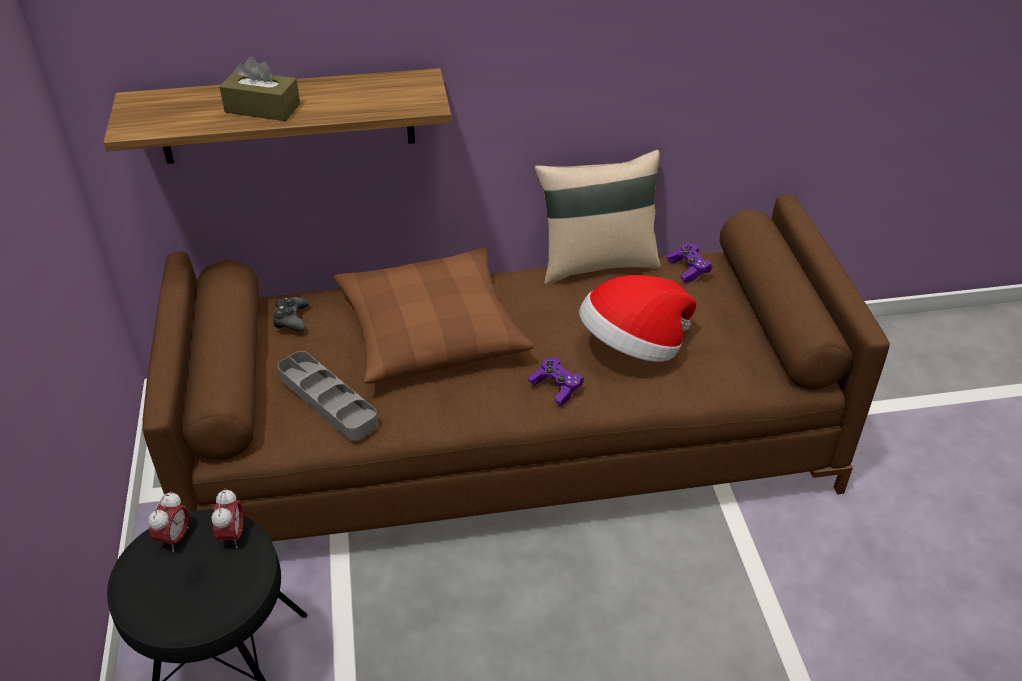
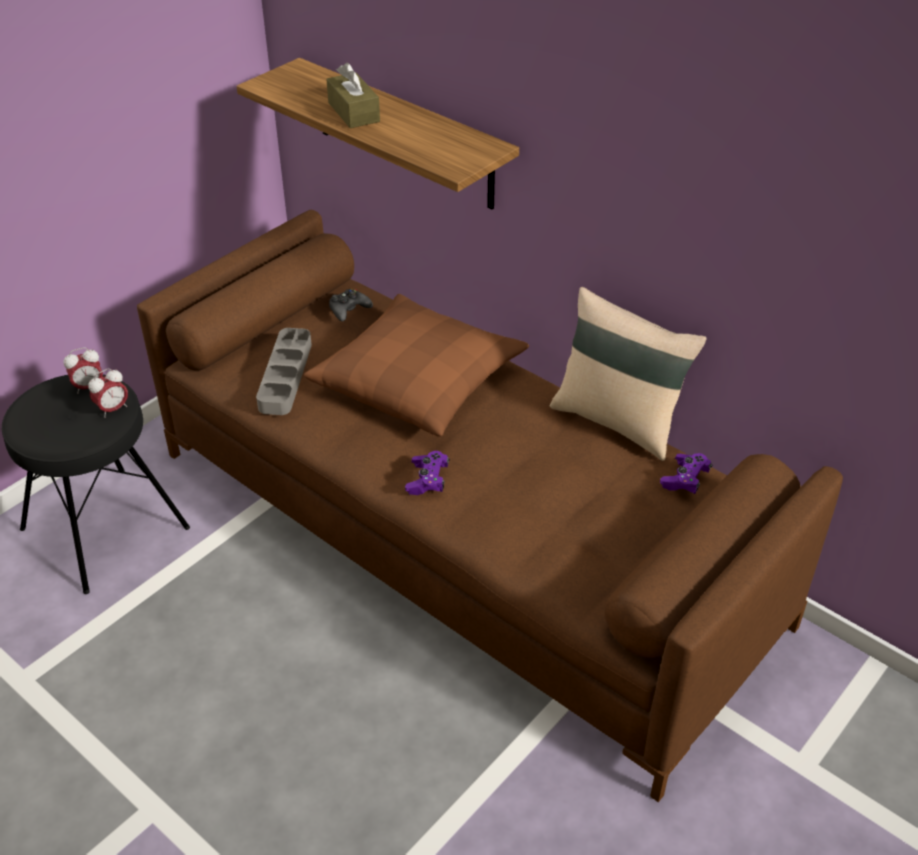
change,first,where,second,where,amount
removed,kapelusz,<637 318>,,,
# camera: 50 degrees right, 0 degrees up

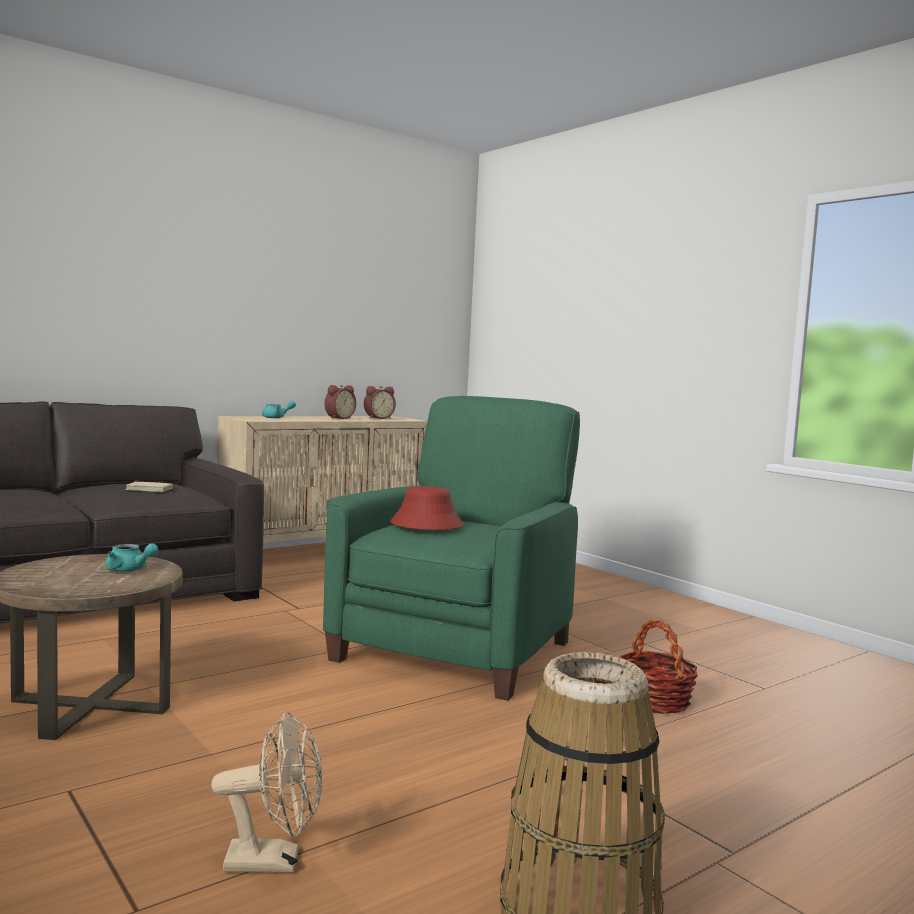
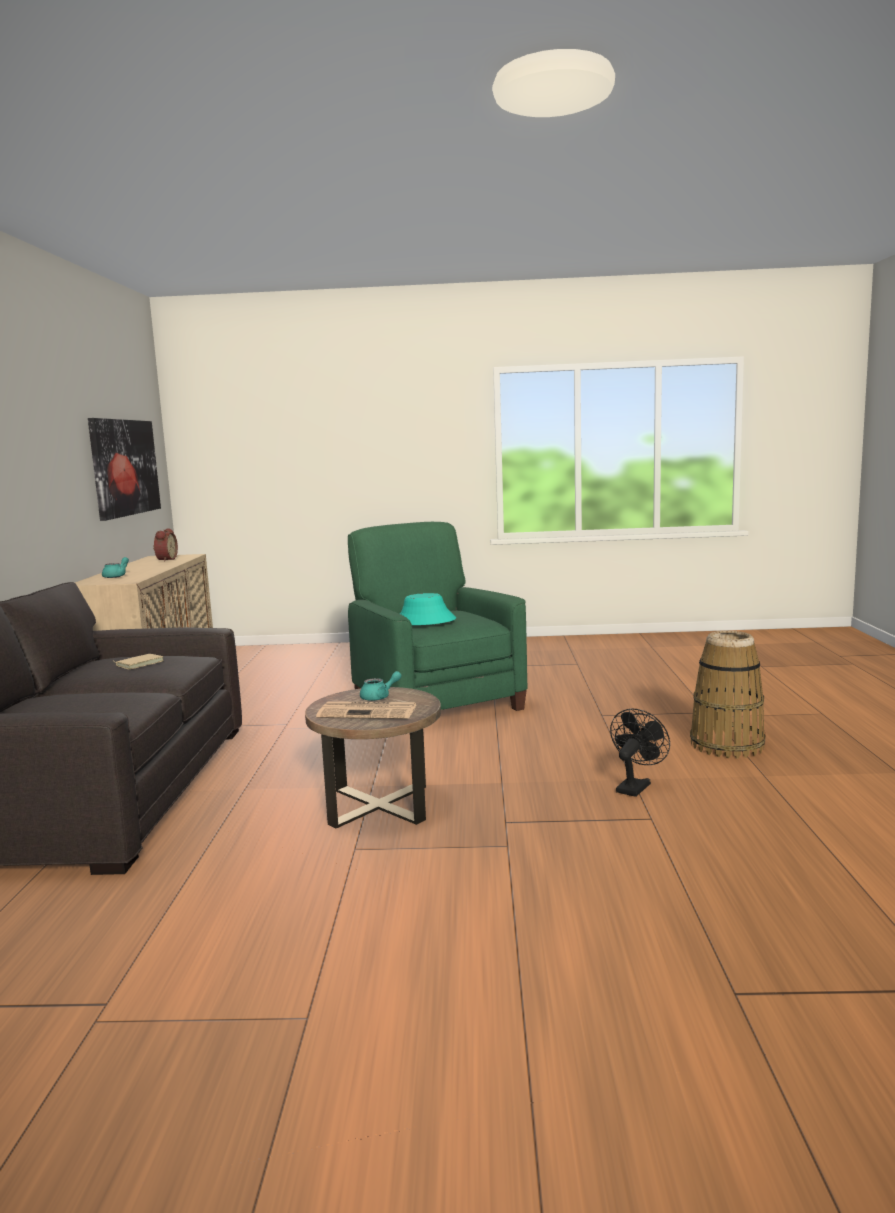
change,first,where,second,where,amount
recoloured,wentylator [beżowy],<266 792>,wentylator [czarny],<640 753>,
removed,budzik,<340 402>,,,
recoloured,kapelusz [czerwony],<427 508>,kapelusz [turkusowy],<428 609>,
removed,koszyk,<659 667>,,,
added,,,obraz,<124 469>,
added,,,gazeta,<366 710>,
# camera: 50 degrees left, 5 degrees up

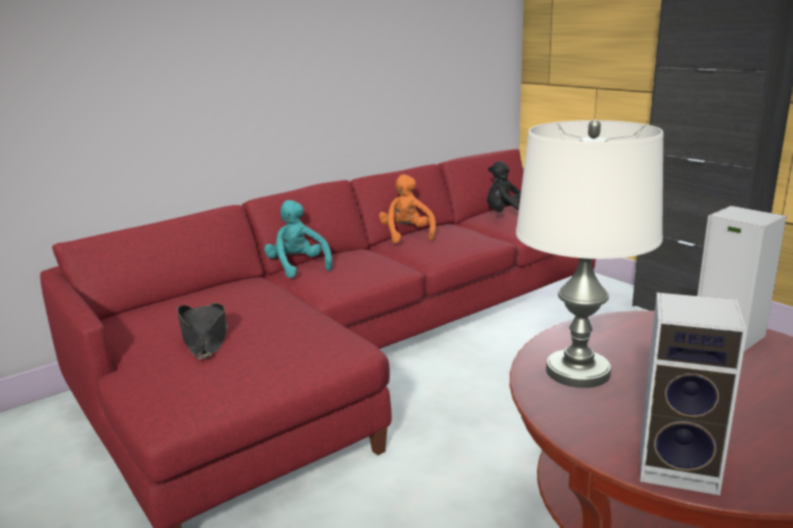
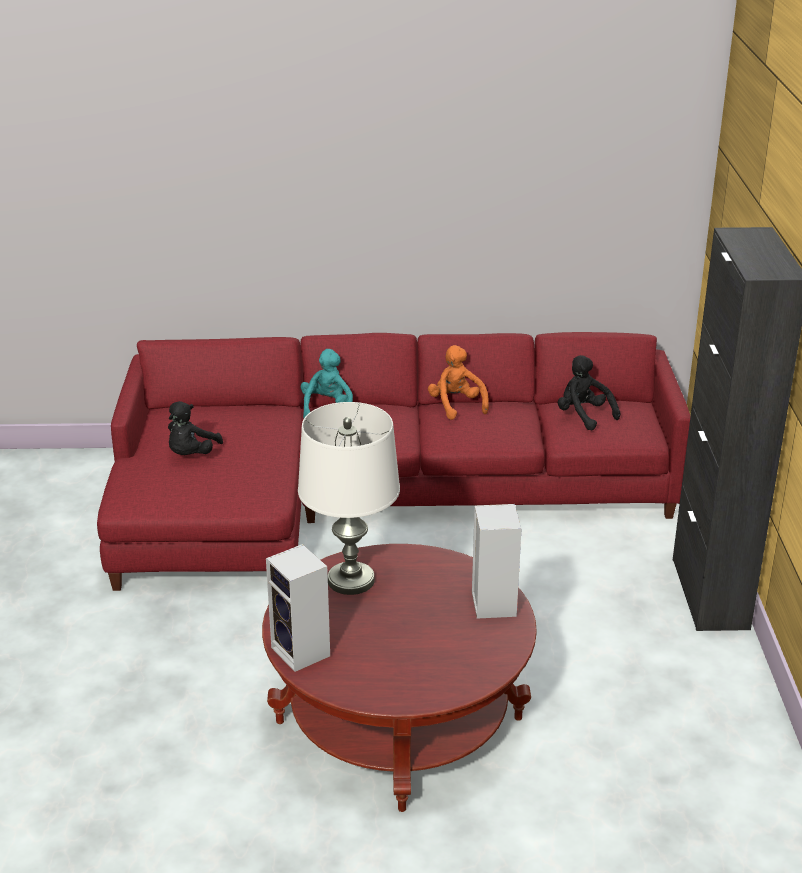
change,first,where,second,where,amount
replaced,kapelusz [czarny],<202 331>,pluszak [czarny],<195 428>,
turned,pluszak [pomarańczowy],<407 208>,,<458 382>,45 degrees counterclockwise
# camera: 35 degrees right, 10 degrees up

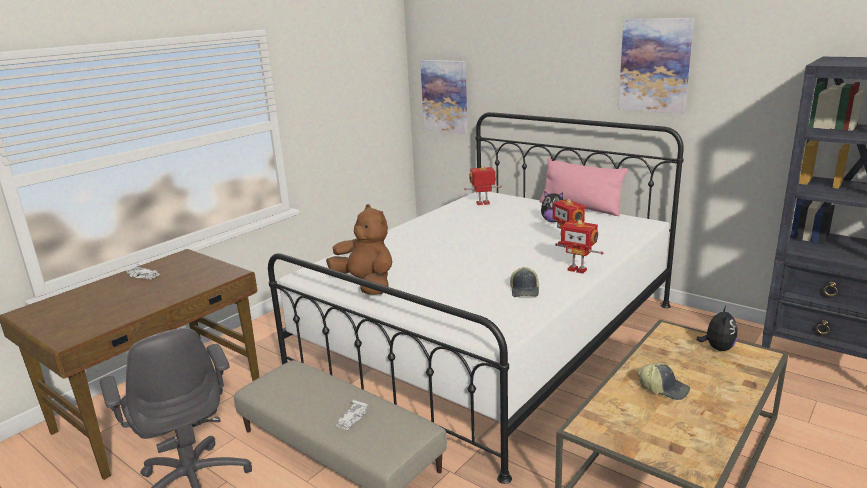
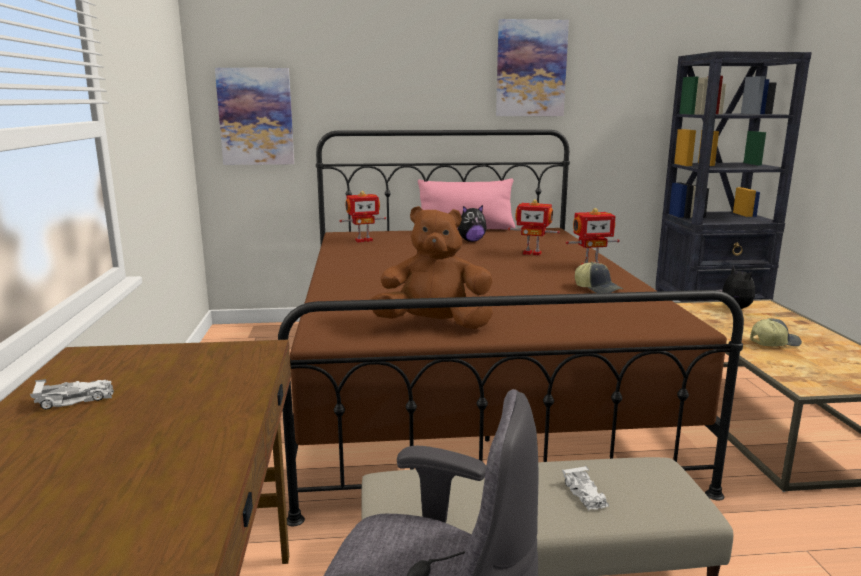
change,first,where,second,where,amount
recoloured,łóżko [biały],<476 298>,łóżko [brązowy],<511 328>,
turned,robot zabawkowy,<483 185>,,<362 216>,150 degrees counterclockwise
# camera: 45 degrees left, 5 degrees down

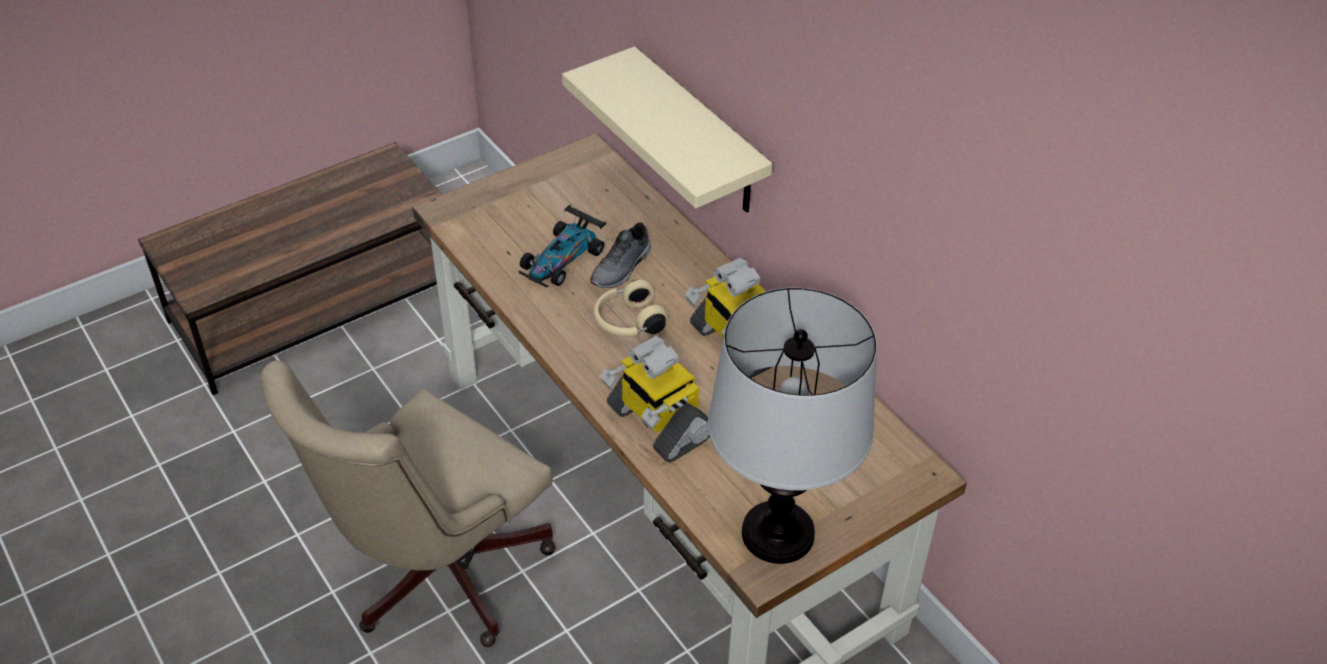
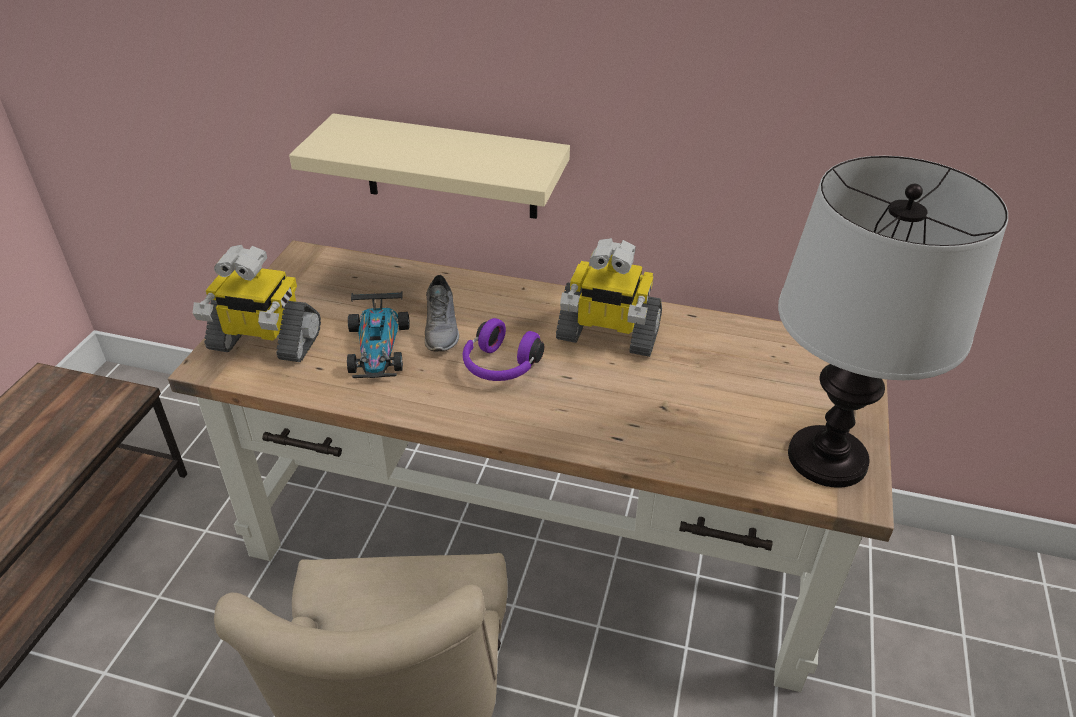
change,first,where,second,where,amount
recoloured,słuchawki [beżowy],<630 308>,słuchawki [fioletowy],<503 349>,
moved,robot zabawkowy,<655 399>,,<257 303>,
# camera: 40 degrees left, 5 degrees down

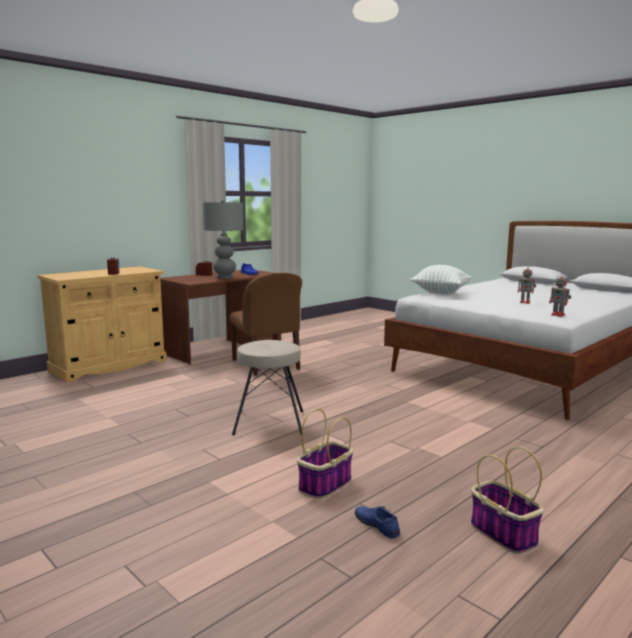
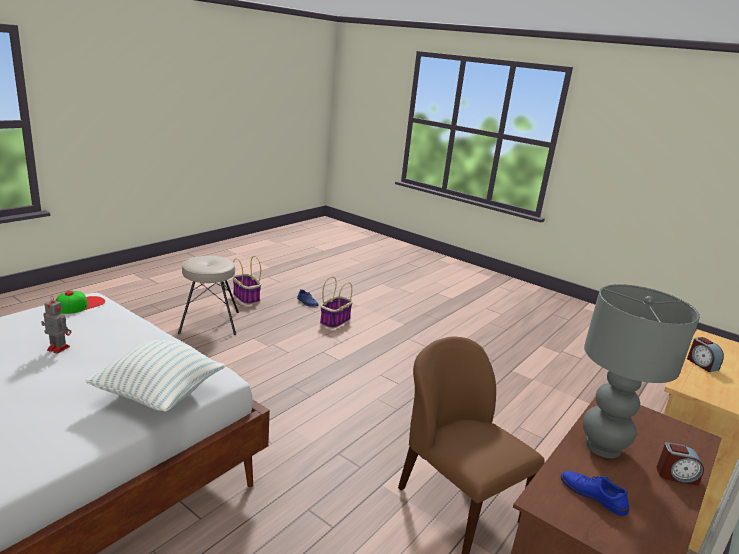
change,first,where,second,where,amount
moved,stołek [beżowy],<267 387>,,<208 295>,
replaced,robot zabawkowy,<560 295>,czapka z daszkiem,<80 302>,
# camera: 170 degrees right, 10 degrees up

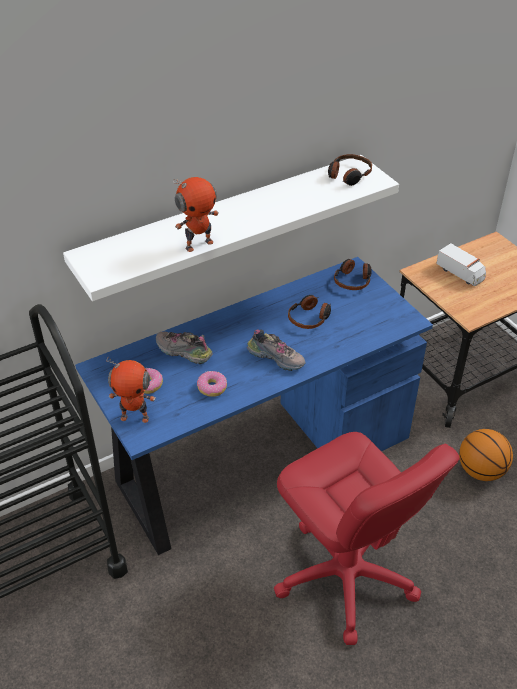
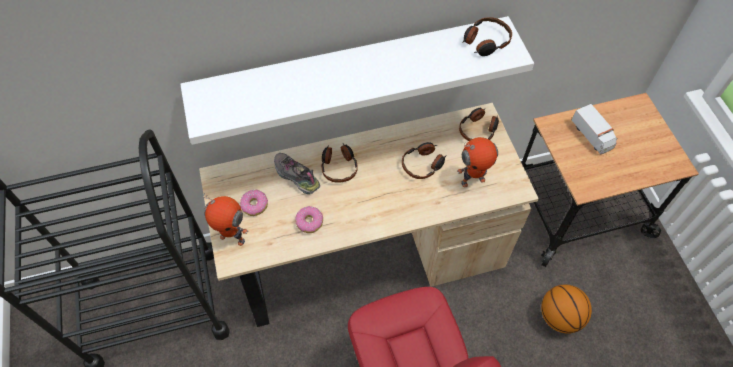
change,first,where,second,where,amount
recoloured,biurko [niebieski],<254 406>,biurko [beżowy],<369 215>,
moved,robot zabawkowy,<196 214>,,<477 162>,
removed,but,<276 350>,,,
added,,,słuchawki,<339 163>,
# camera: 15 degrees right, 15 degrees up

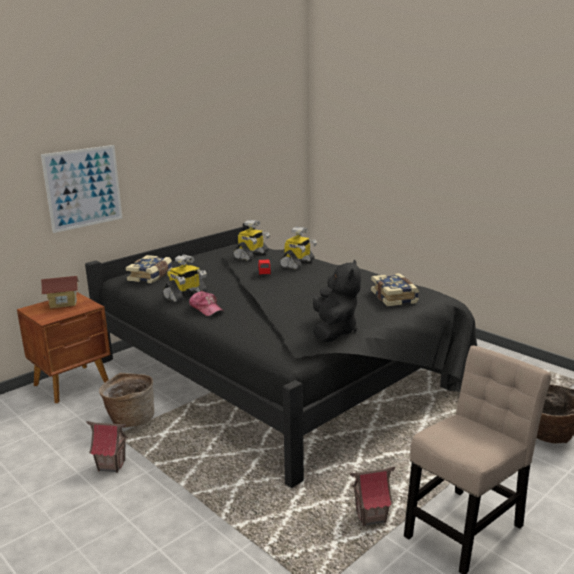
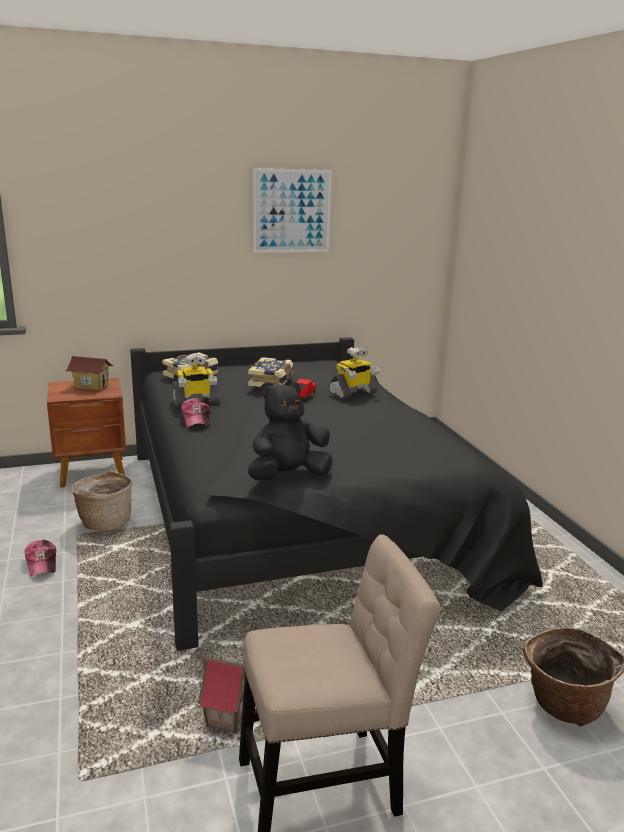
change,first,where,second,where,amount
moved,obraz,<81 189>,,<292 210>,
replaced,domek,<107 447>,czapka z daszkiem,<40 558>,
removed,robot zabawkowy,<251 240>,,,
turned,pluszak [czarny],<337 300>,,<290 431>,150 degrees counterclockwise
moved,książka,<395 290>,,<270 372>,
# camera: 25 degrees right, 0 degrees up

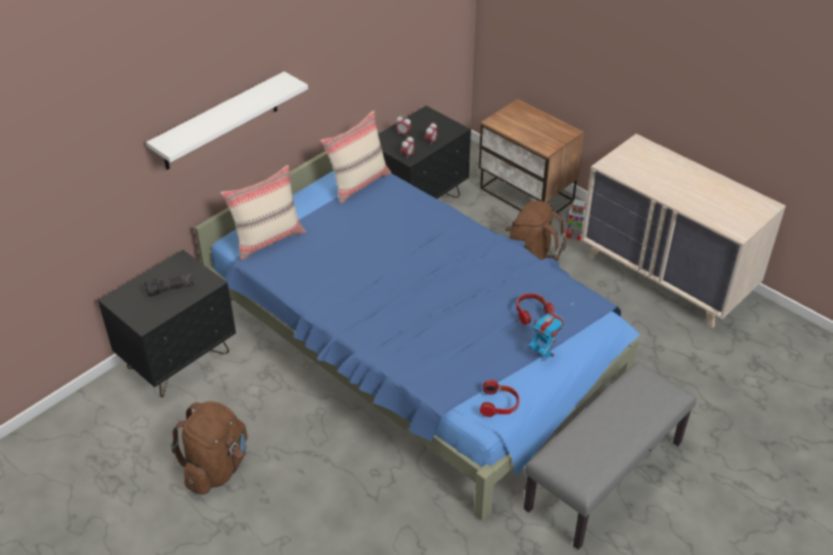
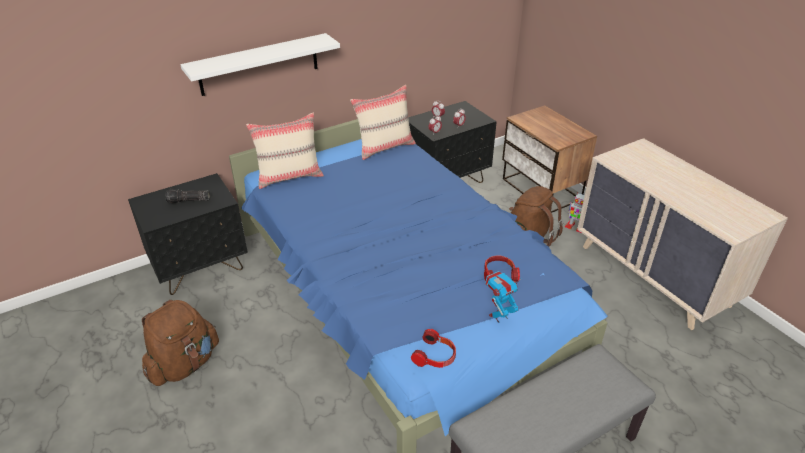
change,first,where,second,where,amount
turned,robot zabawkowy,<546 336>,,<503 297>,90 degrees counterclockwise
# camera: 15 degrees right, 5 degrees down

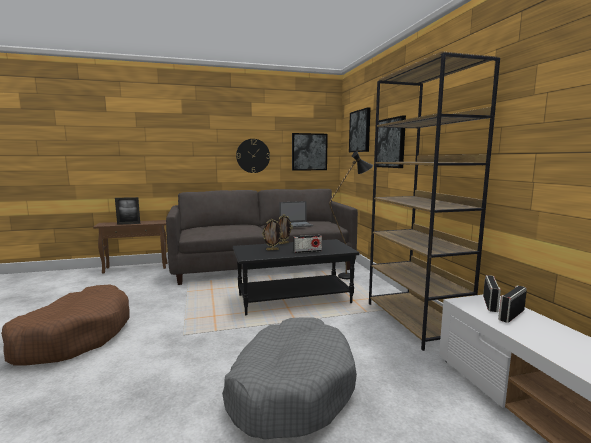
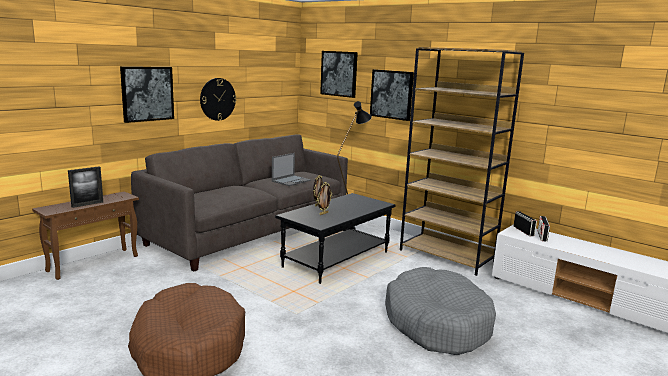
change,first,where,second,where,amount
moved,obraz,<310 152>,,<147 94>,
removed,radio,<308 244>,,,
# camera: 35 degrees left, 5 degrees up

